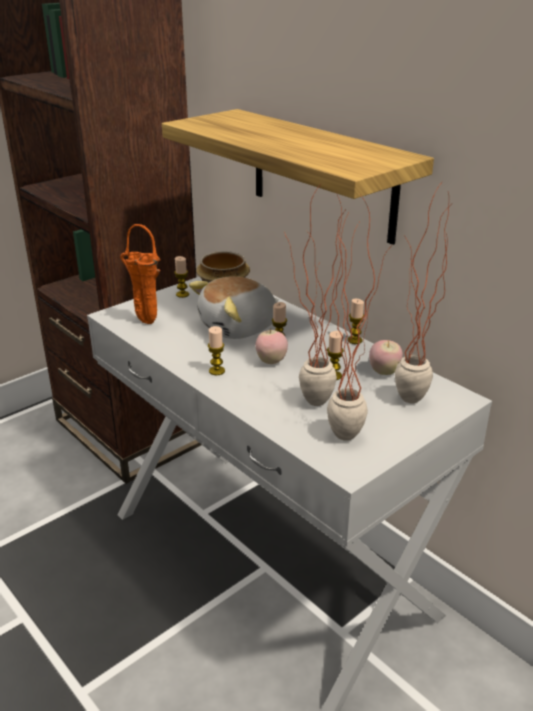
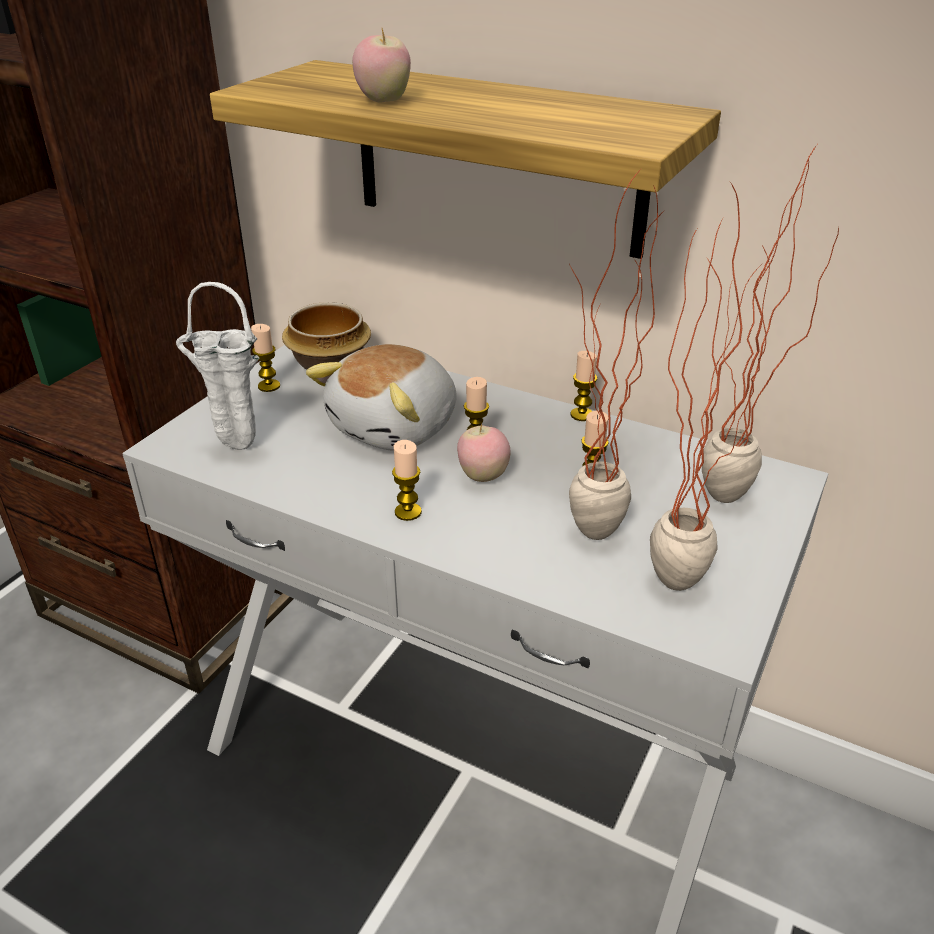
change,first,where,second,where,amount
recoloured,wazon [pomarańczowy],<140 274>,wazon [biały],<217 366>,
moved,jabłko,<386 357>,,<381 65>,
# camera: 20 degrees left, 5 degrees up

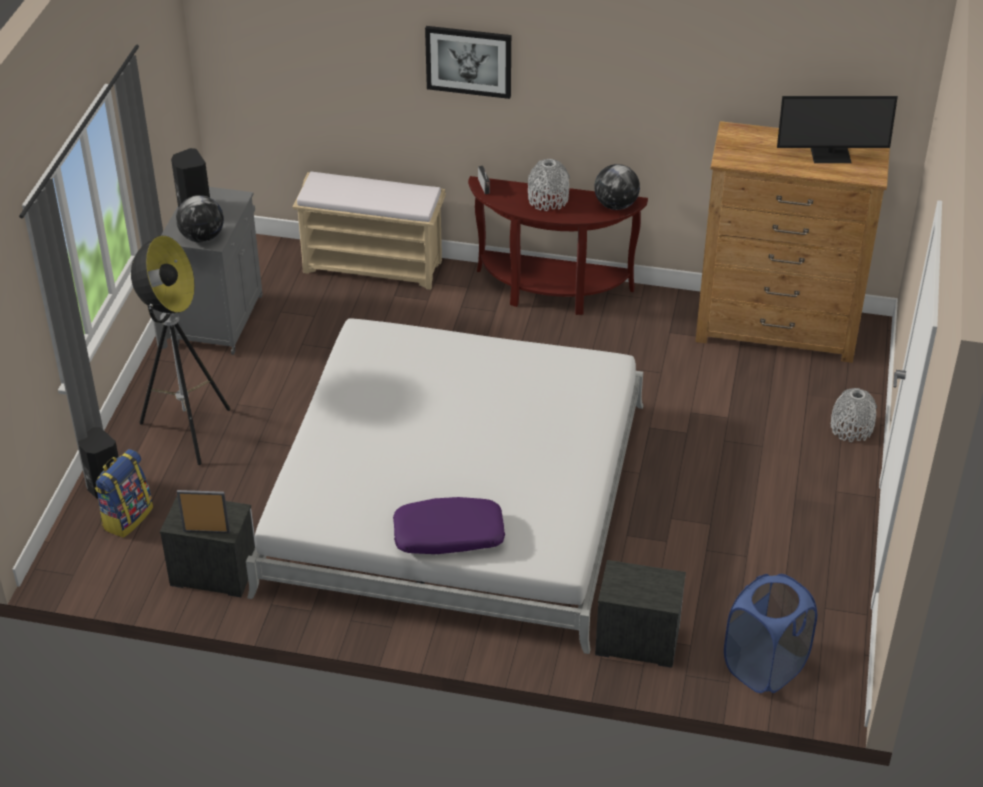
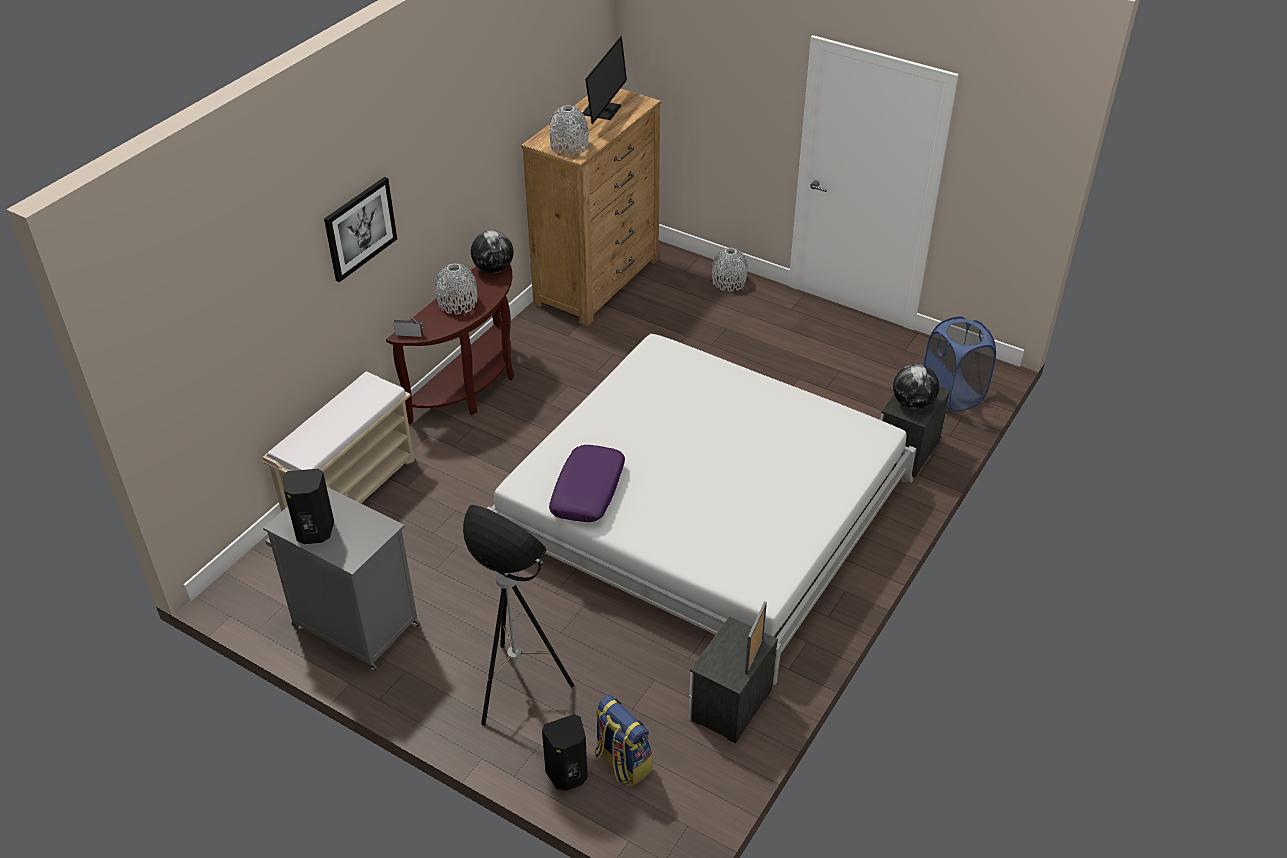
change,first,where,second,where,amount
moved,globus,<200 219>,,<916 386>,
moved,poduszka [fioletowy],<449 525>,,<587 483>,
added,,,wazon [szary],<569 130>,
# camera: 70 degrees left, 0 degrees up

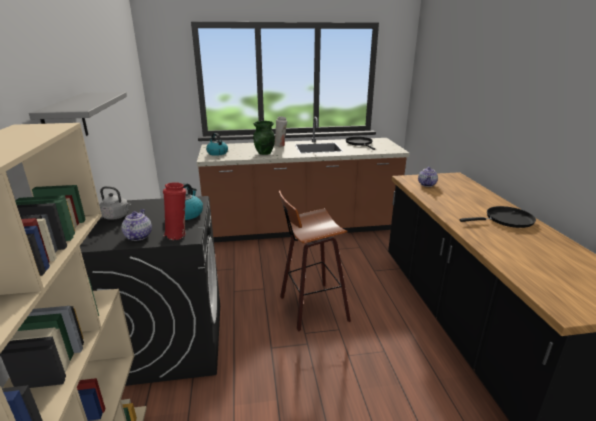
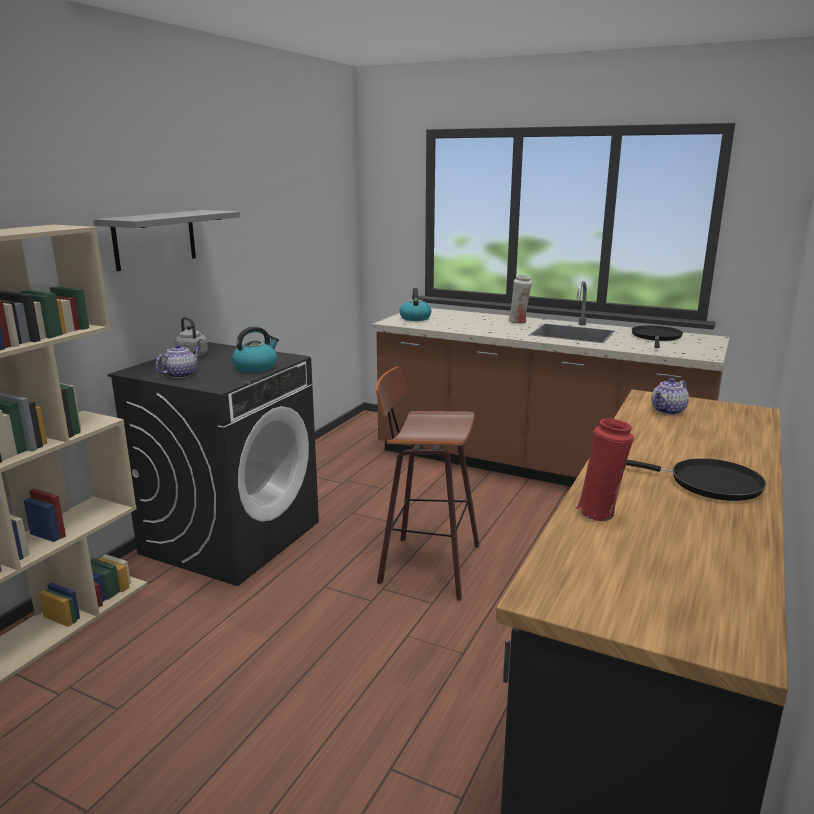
change,first,where,second,where,amount
moved,wazon [czerwony],<174 211>,,<604 469>,
removed,wazon [zielony],<264 138>,,,
# camera: 35 degrees right, 5 degrees down

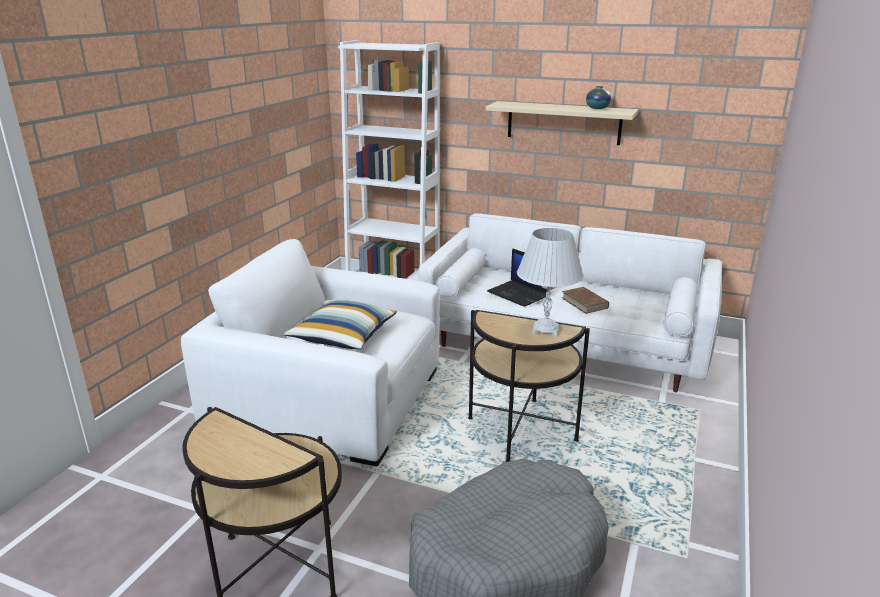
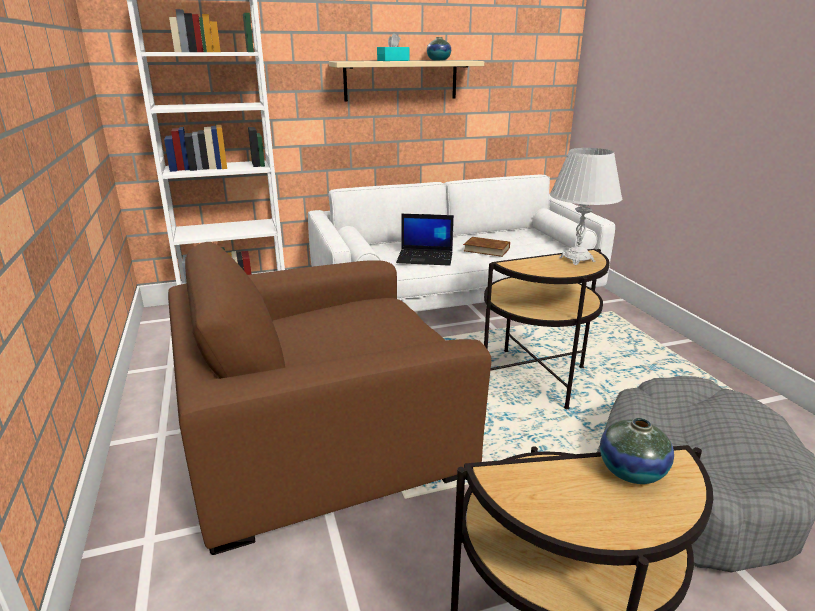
change,first,where,second,where,amount
recoloured,fotel [biały],<310 352>,fotel [brązowy],<329 398>,
removed,poduszka,<340 324>,,,
added,,,pudełko chusteczek [turkusowy],<393 47>,
added,,,wazon,<637 451>,
# camera: 40 degrees left, 0 degrees up

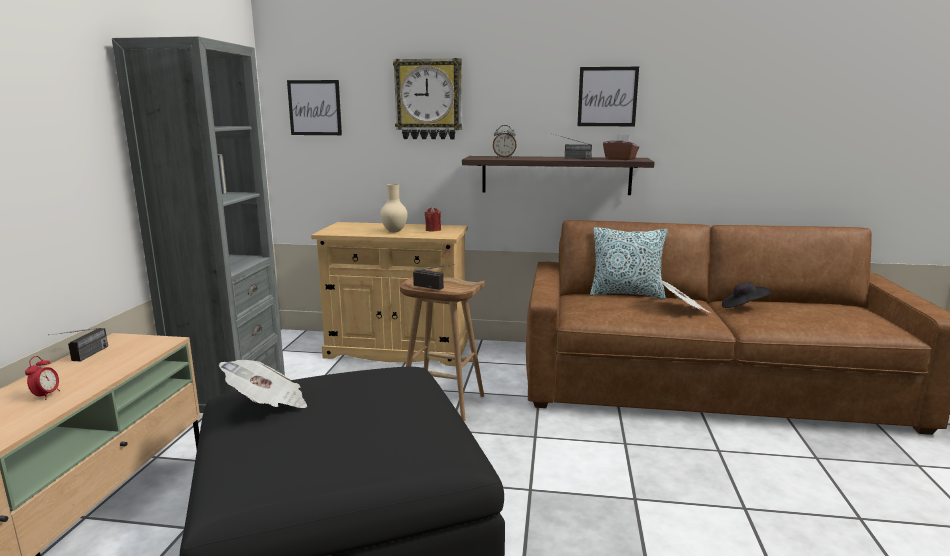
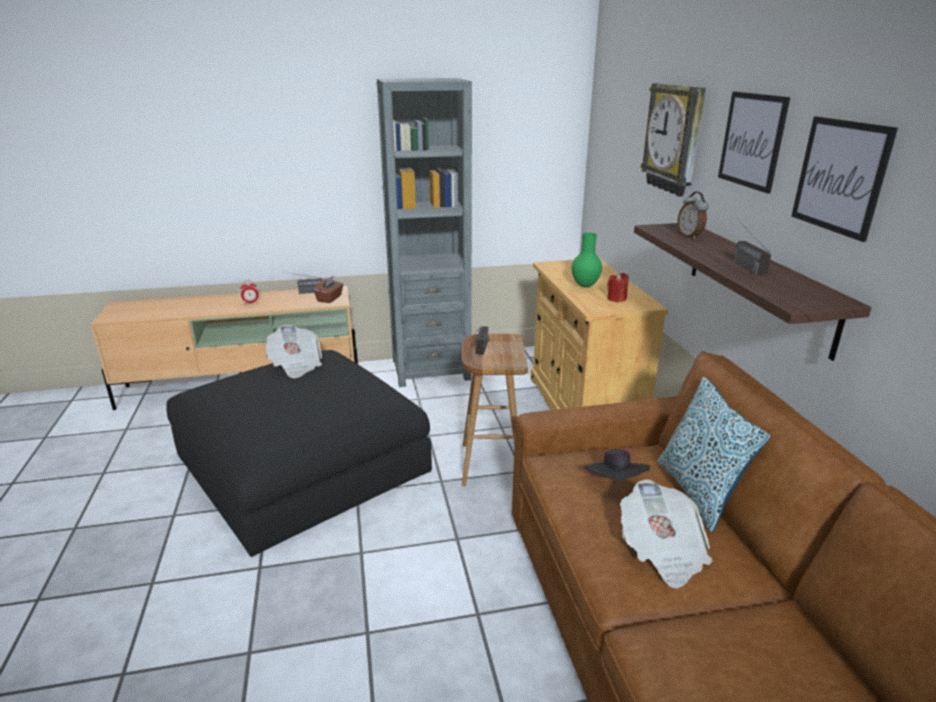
change,first,where,second,where,amount
moved,obraz,<314 107>,,<754 143>,
recoloured,wazon [beżowy],<393 208>,wazon [zielony],<587 260>,
moved,pudełko chusteczek [brązowy],<621 147>,,<328 289>,
moved,kapelusz [czarny],<746 295>,,<616 464>,
# camera: 70 degrees right, 10 degrees up

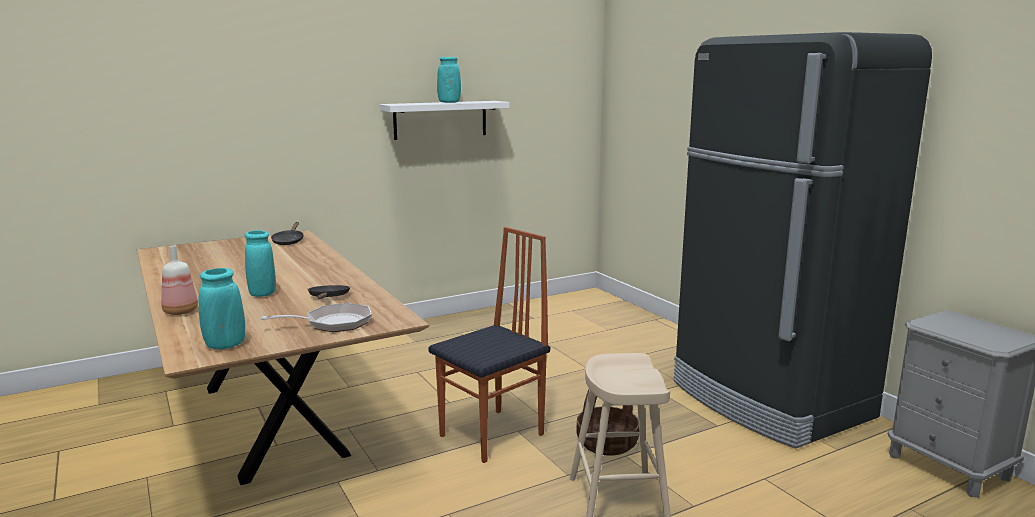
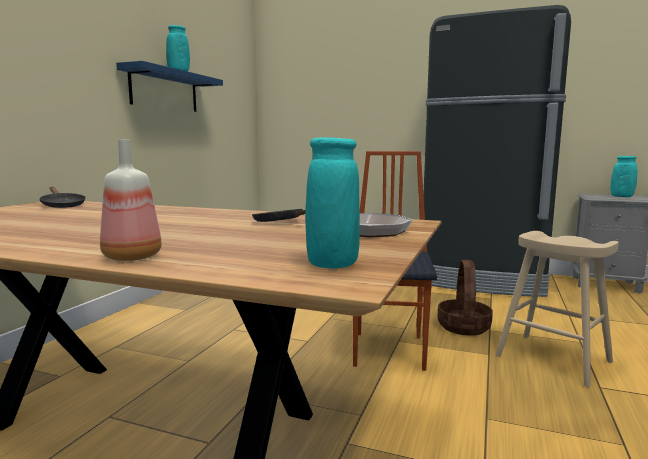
change,first,where,second,where,amount
moved,wazon [turkusowy],<260 263>,,<623 176>,
recoloured,półka [biały],<445 120>,półka [niebieski],<169 86>,
# camera: 40 degrees left, 5 degrees down

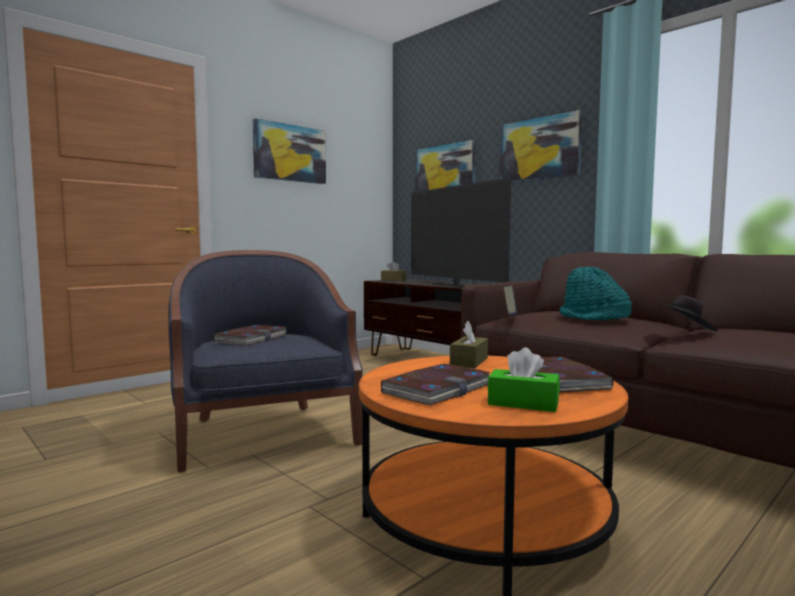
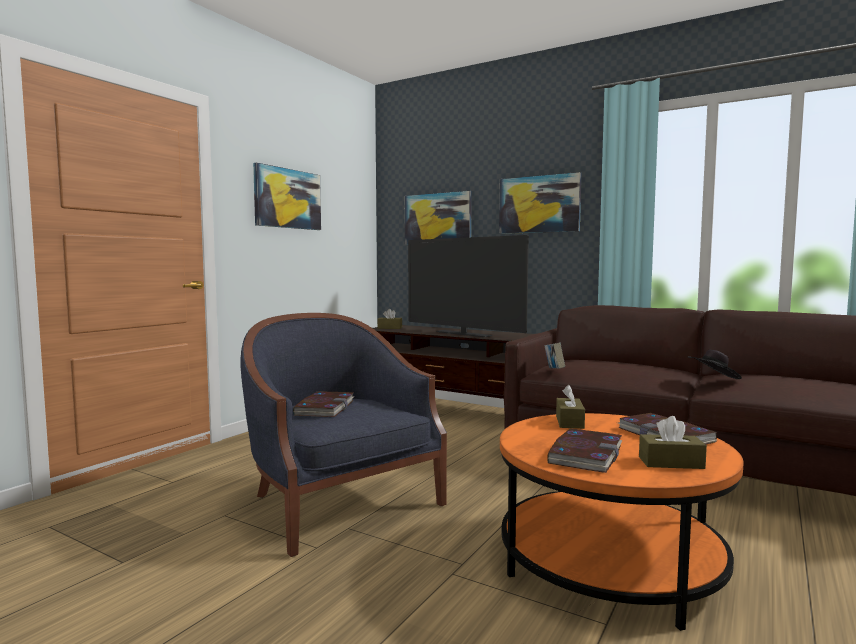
change,first,where,second,where,amount
recoloured,pudełko chusteczek [zielony],<524 379>,pudełko chusteczek [brązowy],<673 442>,
removed,kapelusz [turkusowy],<595 293>,,,
# camera: 15 degrees left, 0 degrees up

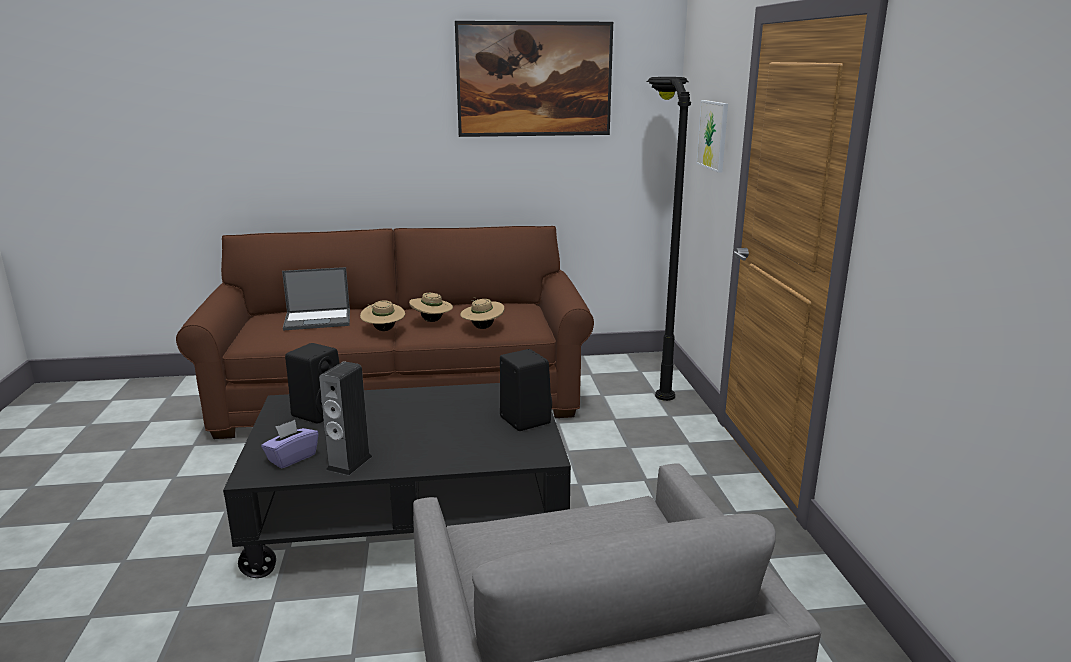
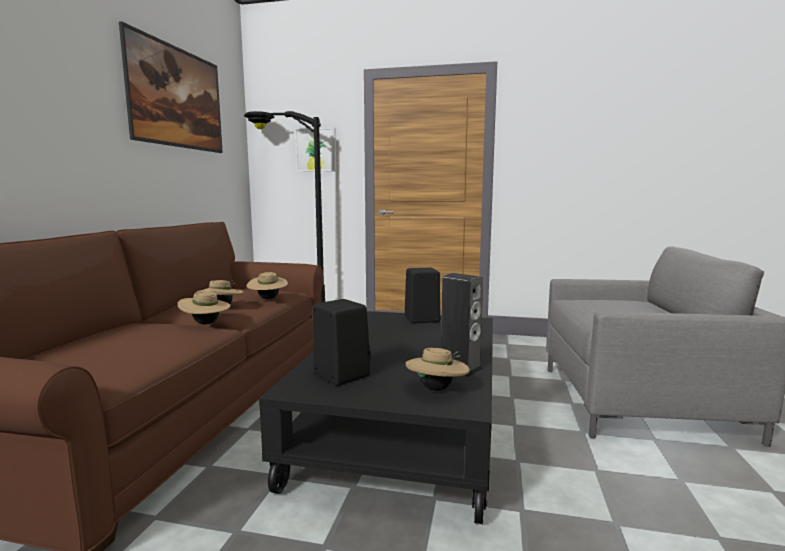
change,first,where,second,where,amount
replaced,pudełko chusteczek [fioletowy],<289 444>,kapelusz [beżowy],<438 369>,
removed,laptop,<316 299>,,,
# camera: 70 degrees left, 10 degrees down

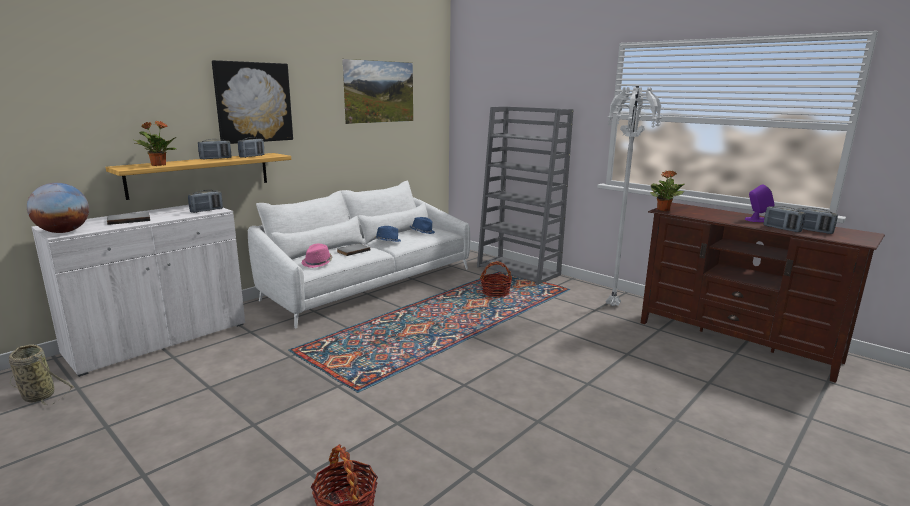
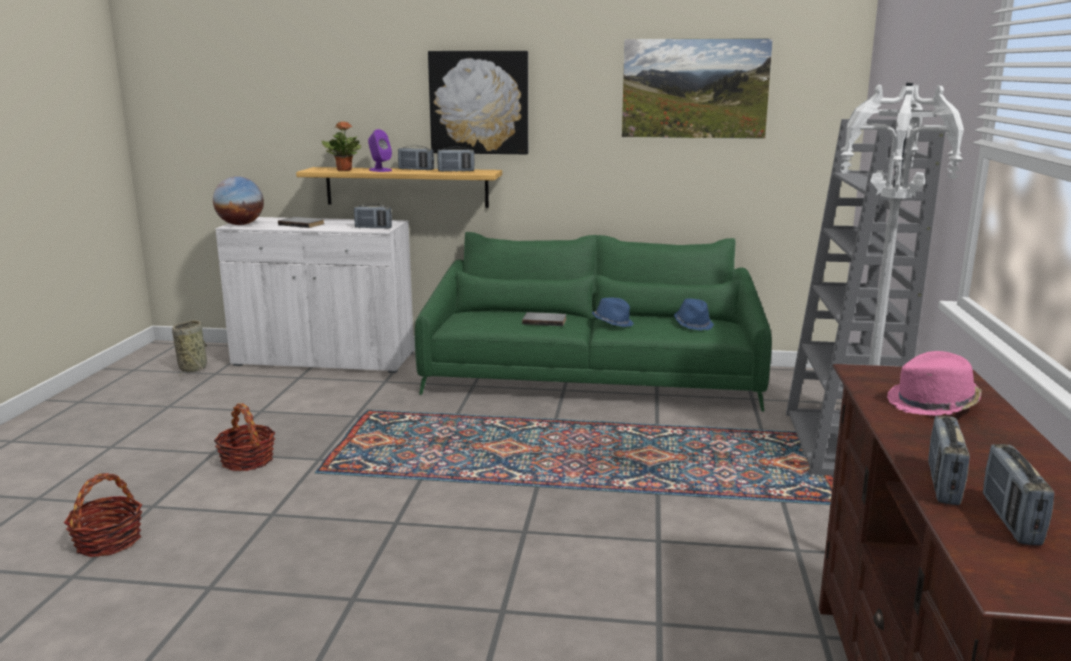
change,first,where,second,where,amount
recoloured,kanapa [biały],<359 255>,kanapa [zielony],<593 321>,
moved,kapelusz [różowy],<317 256>,,<934 383>,
moved,koszyk,<496 279>,,<244 437>,
removed,roślina doniczkowa,<667 191>,,,
moved,głośnik [fioletowy],<760 203>,,<380 150>,
# camera: 55 degrees right, 0 degrees up

